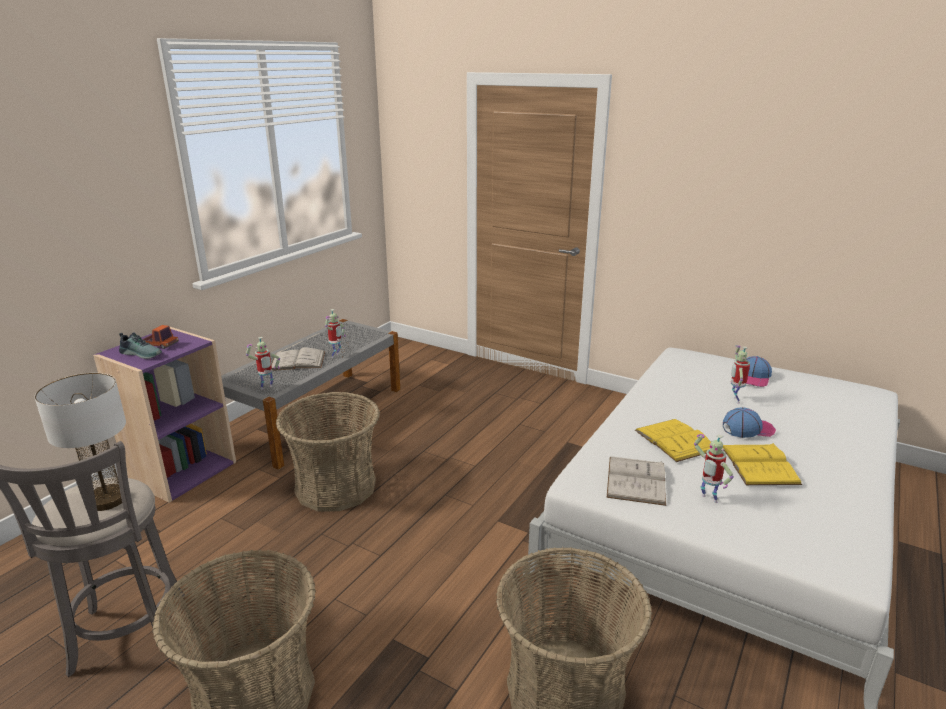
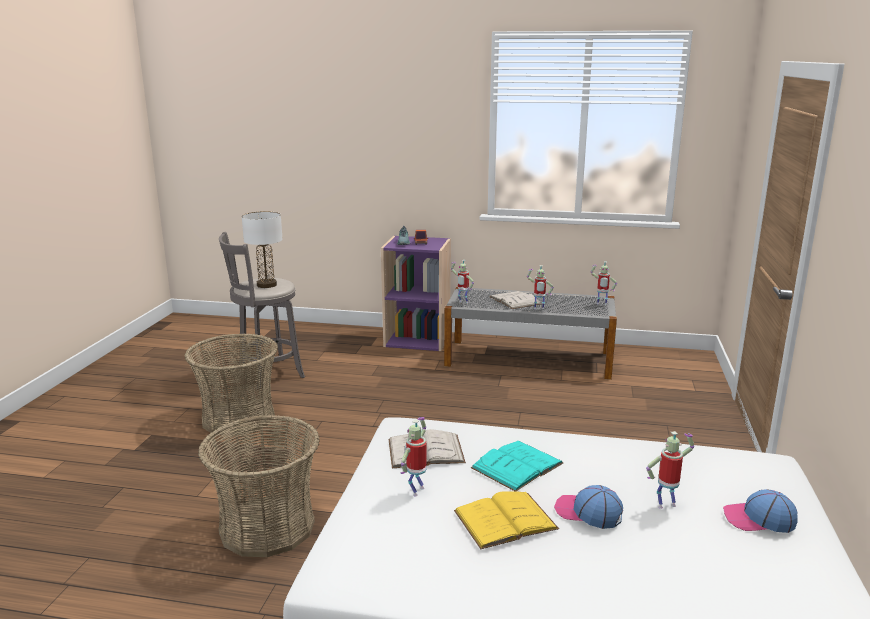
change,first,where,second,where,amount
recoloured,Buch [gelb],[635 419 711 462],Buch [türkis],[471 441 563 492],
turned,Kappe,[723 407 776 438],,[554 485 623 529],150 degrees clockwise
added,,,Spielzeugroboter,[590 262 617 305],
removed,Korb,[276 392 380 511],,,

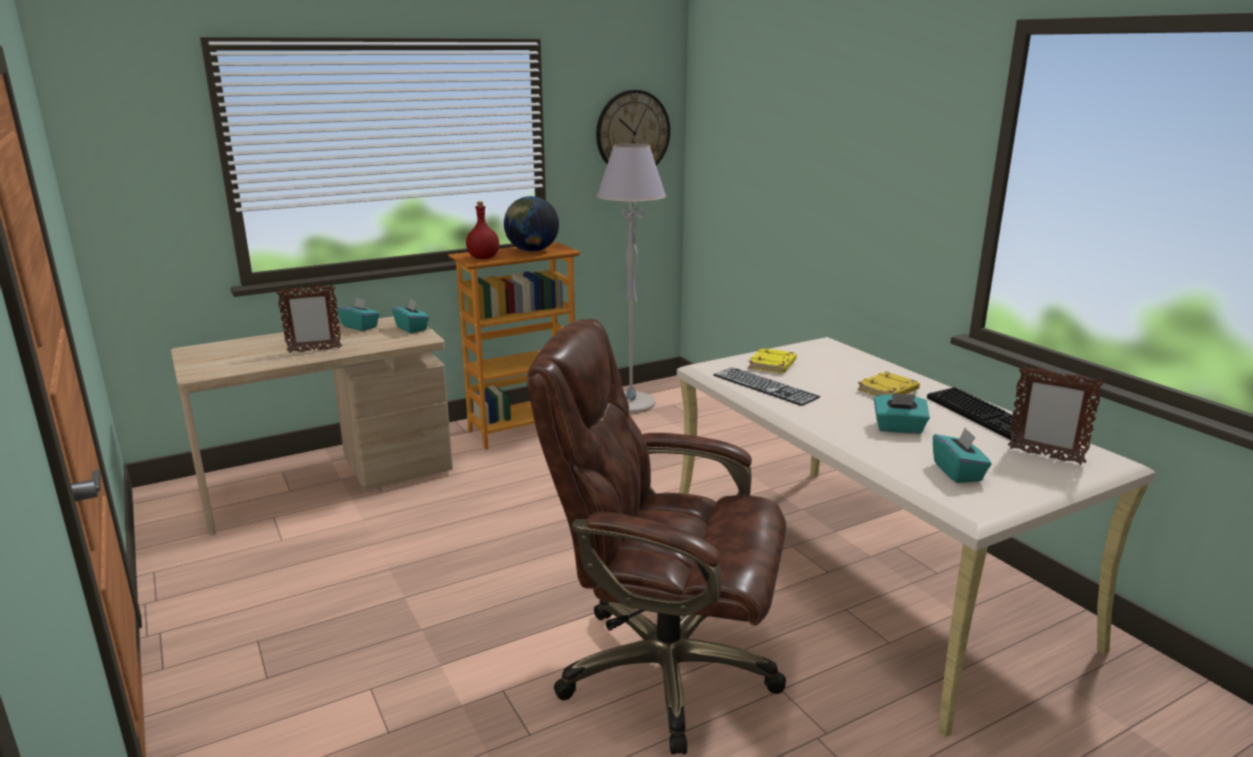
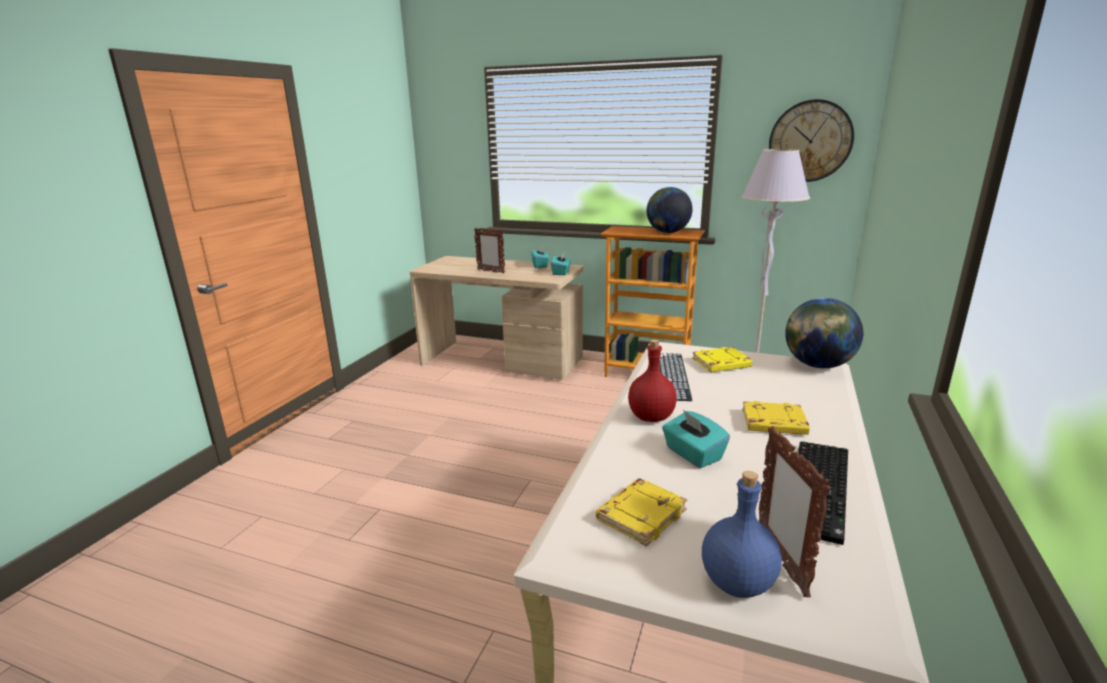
change,first,where,second,where,amount
replaced,Taschentuchbox [türkis],[933 427 991 483],Buch [gelb],[596 478 687 546],
moved,Flasche [rot],[466 201 499 259],,[628 339 677 422],
added,,,Flasche [blau],[702 471 782 598],
added,,,Globus,[785 298 863 368],
removed,Bürostuhl [braun],[527 319 786 755],,,

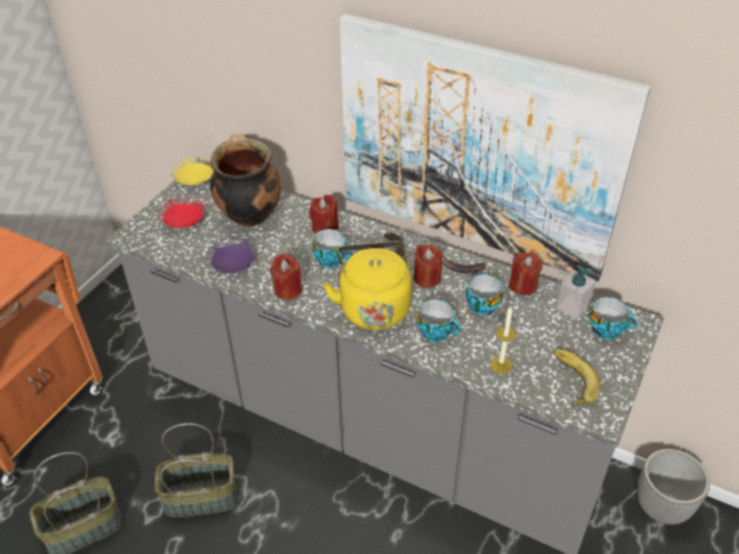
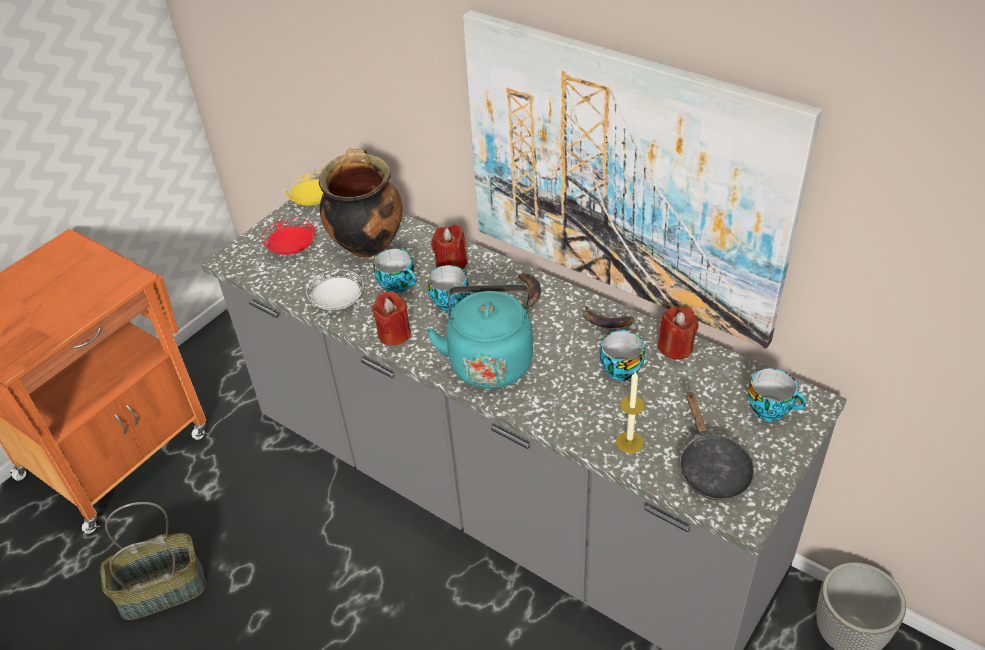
change,first,where,second,where,amount
recoloured,Teller [lila],[207 238 256 273],Teller [weiß],[306 269 364 310],
moved,Tasse,[417 299 461 342],,[373 249 417 293],
recoloured,Wasserkessel [gelb],[323 241 412 330],Wasserkessel [türkis],[426 284 533 389],
replaced,Banane,[554 349 601 406],Pfanne [schwarz],[680 391 754 500],
removed,Korb,[154 423 237 517],,,
removed,Kerze [rot],[413 245 442 288],,,
removed,Seifenspender,[556 265 596 320],,,

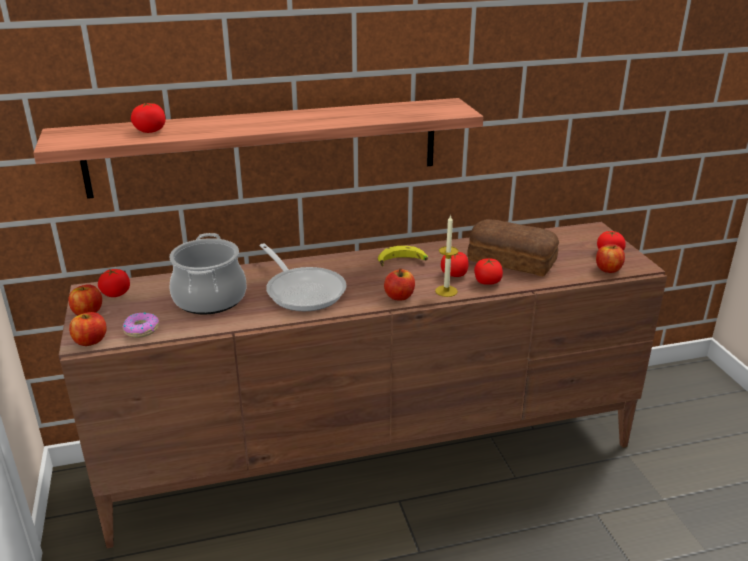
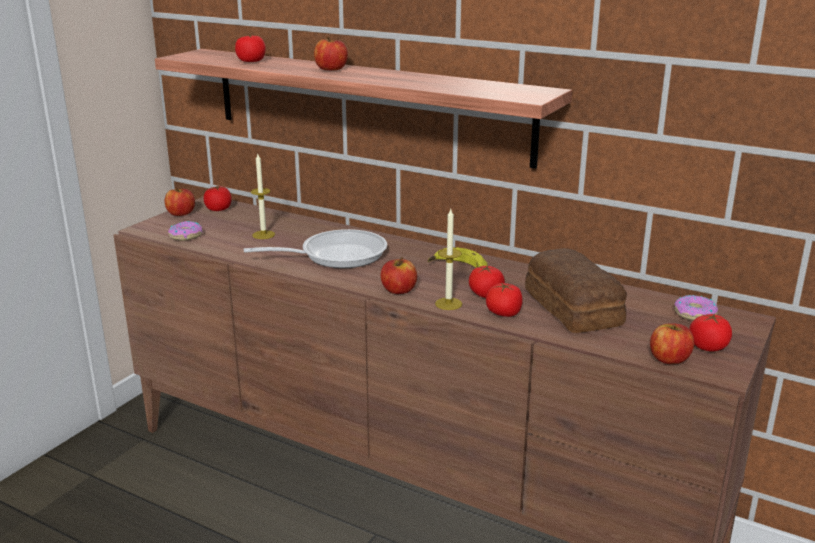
change,first,where,second,where,amount
turned,Pfanne,[259 243 347 311],,[243 229 387 268],120 degrees counterclockwise
replaced,Kochtopf,[169 233 247 314],Kerze,[251 154 275 239],
moved,Apfel,[69 312 107 346],,[314 37 348 70],
added,,,Donut,[674 295 718 321],

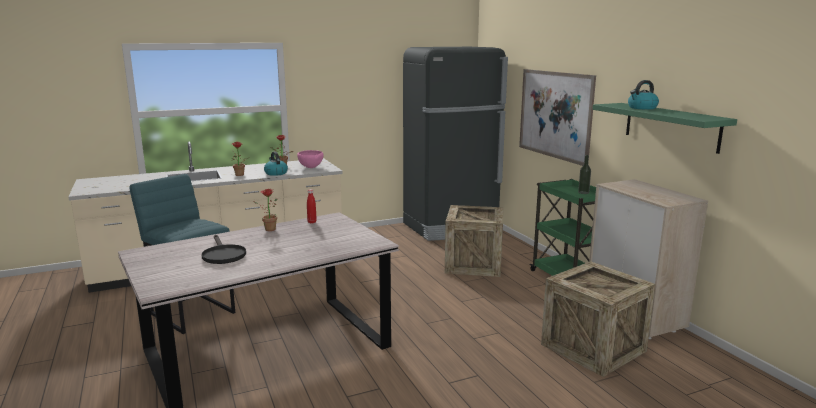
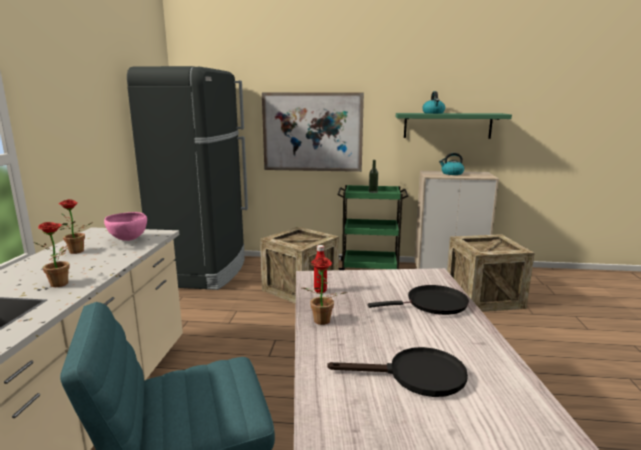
change,first,where,second,where,amount
added,,,Pfanne [schwarz],[368 285 469 315],
moved,Wasserkessel,[264 152 288 176],,[439 153 464 175],

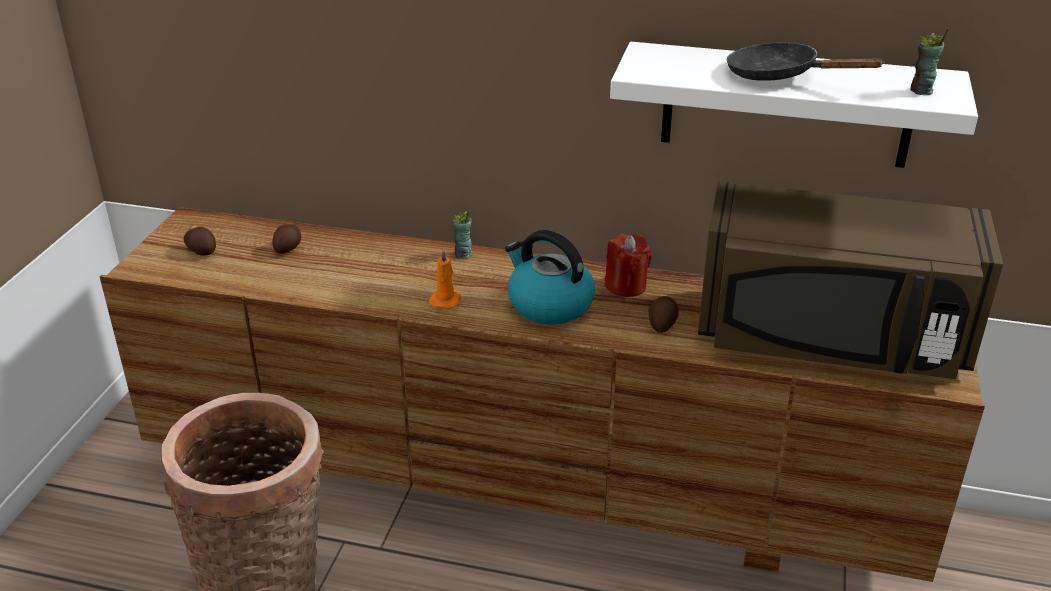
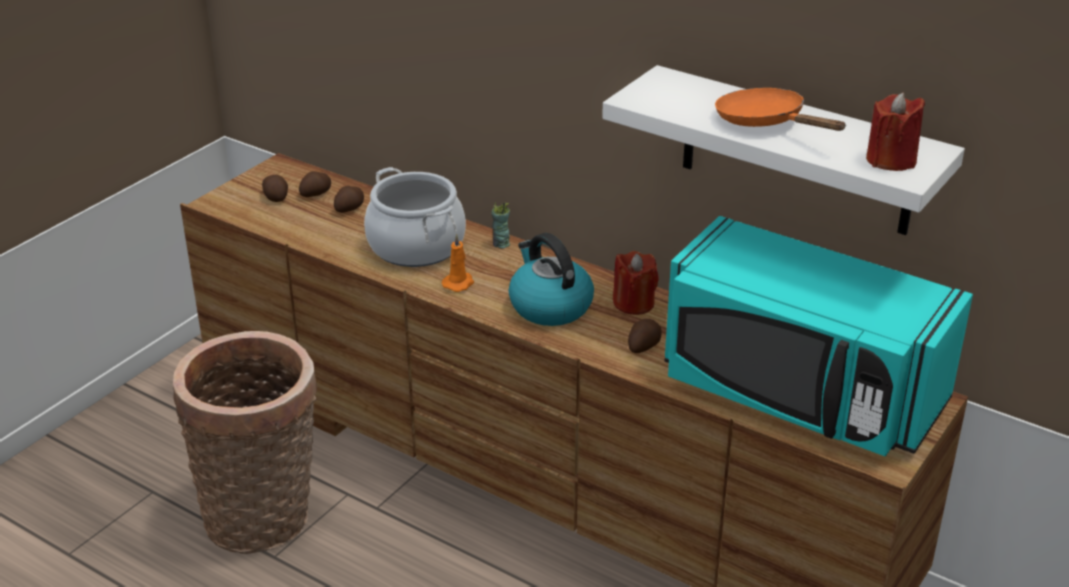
change,first,where,second,where,amount
added,,,Kartoffel,[299 171 331 197],
added,,,Kochtopf,[364 167 466 267],
recoloured,Mikrowelle [braun],[698 181 1003 379],Mikrowelle [türkis],[664 216 973 456],
recoloured,Pfanne [schwarz],[726 42 885 81],Pfanne [orange],[715 88 846 131],
replaced,Tasse,[910 28 949 95],Kerze [rot],[866 93 925 171],

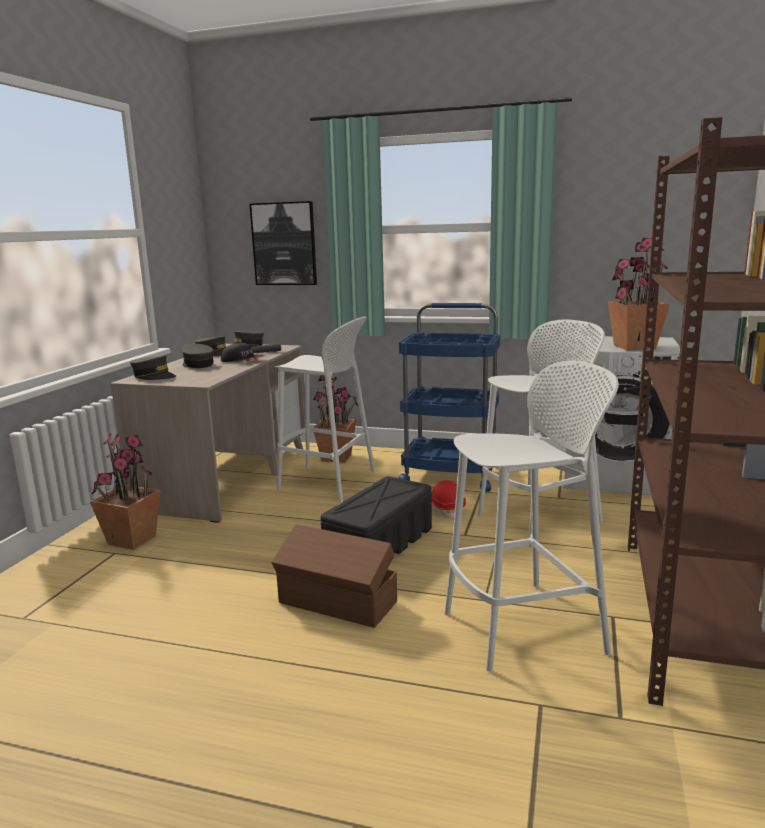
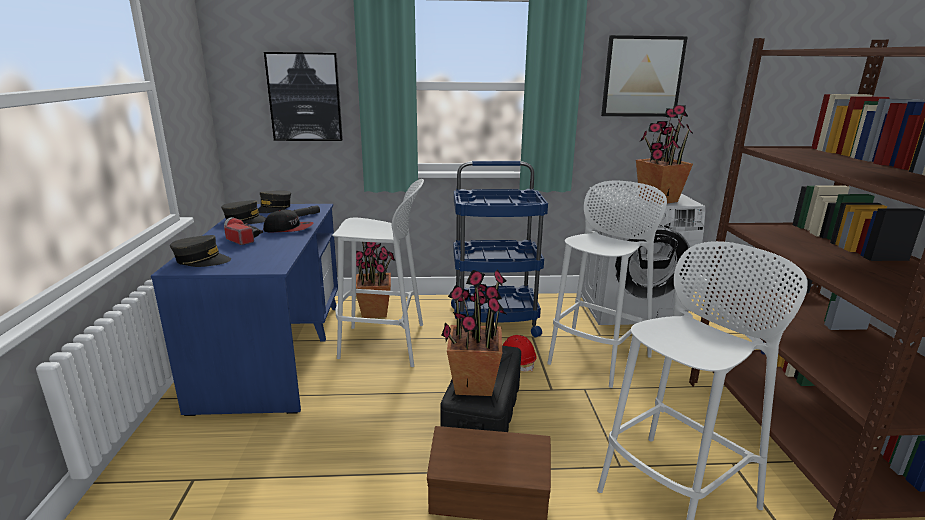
change,first,where,second,where,amount
recoloured,Schreibtisch [beige],[110 344 305 523],Schreibtisch [blau],[151 204 338 416],
replaced,Kappe [grau],[182 344 214 368],Taschenlampe,[224 217 263 245],
moved,Topfpflanze,[90 433 161 550],,[441 269 507 396],
added,,,Bild,[601 35 688 117],

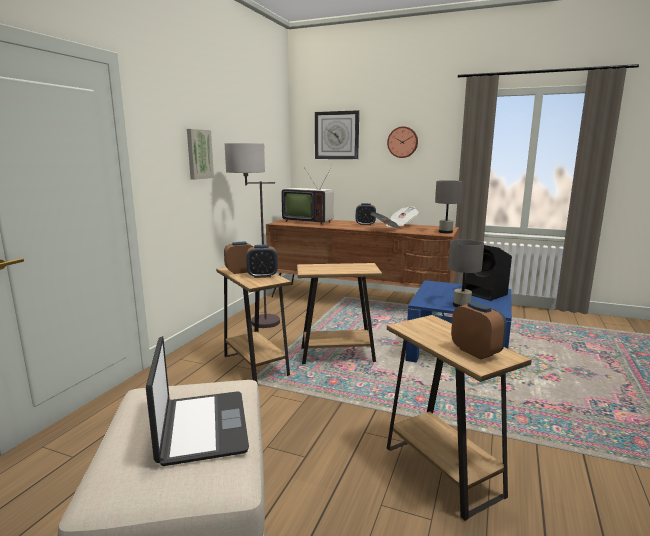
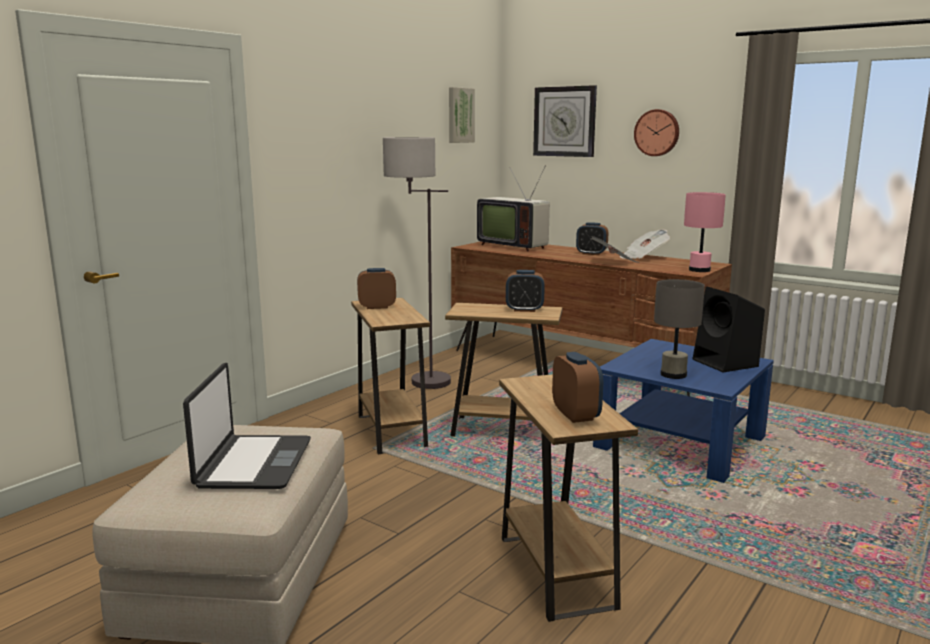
change,first,where,second,where,amount
moved,Bild,[187 129 214 180],,[449 87 475 143],
moved,Wecker,[246 245 278 278],,[506 270 545 312],
recoloured,Tischlampe [grau],[435 180 462 234],Tischlampe [rosa],[684 192 726 272],

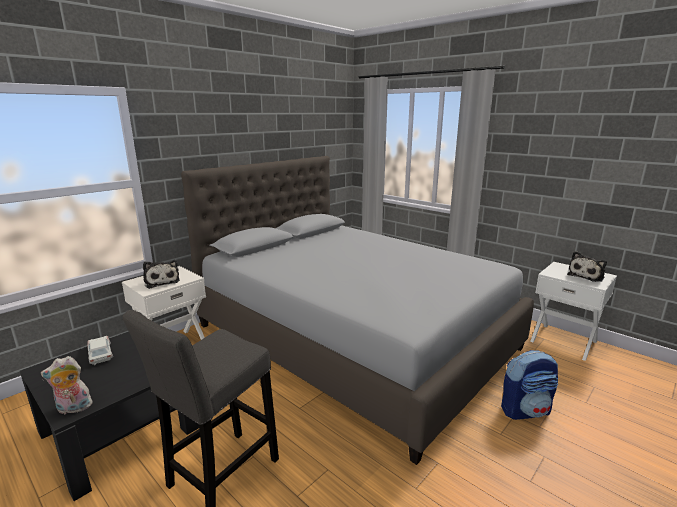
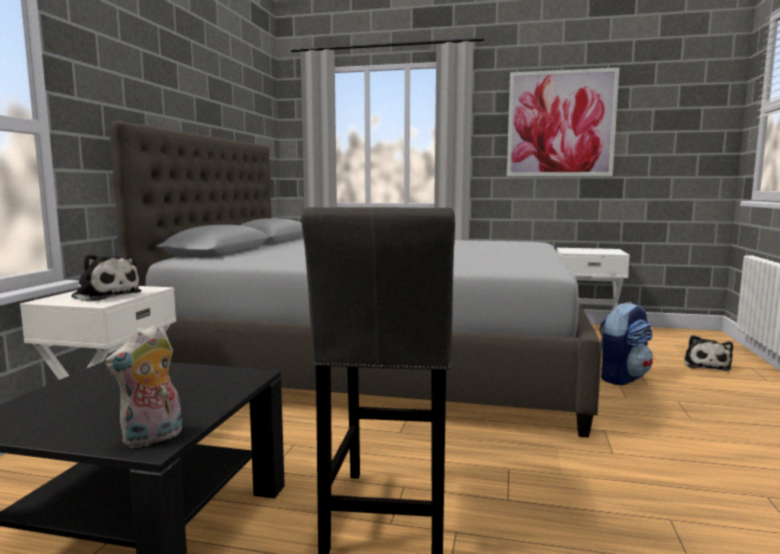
change,first,where,second,where,amount
added,,,Bild,[507 68 619 176],
moved,Plüschtier,[567 251 607 282],,[684 335 733 371],
removed,Spielzeugauto,[87 336 113 365],,,

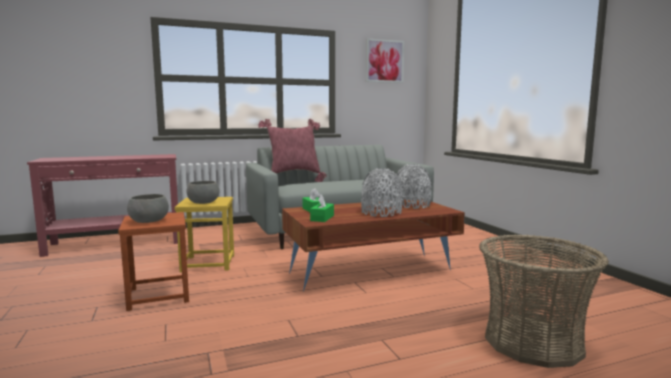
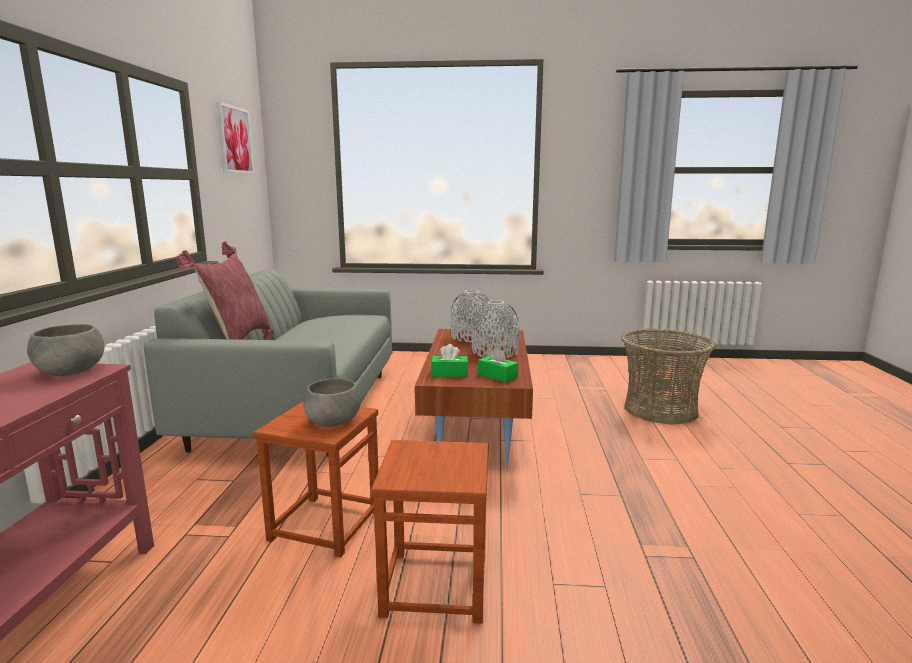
change,first,where,second,where,amount
moved,Schüssel [grau],[127 194 169 223],,[27 324 104 376],
recoloured,Hocker [gelb],[174 197 234 272],Hocker [braun],[254 402 378 558],

